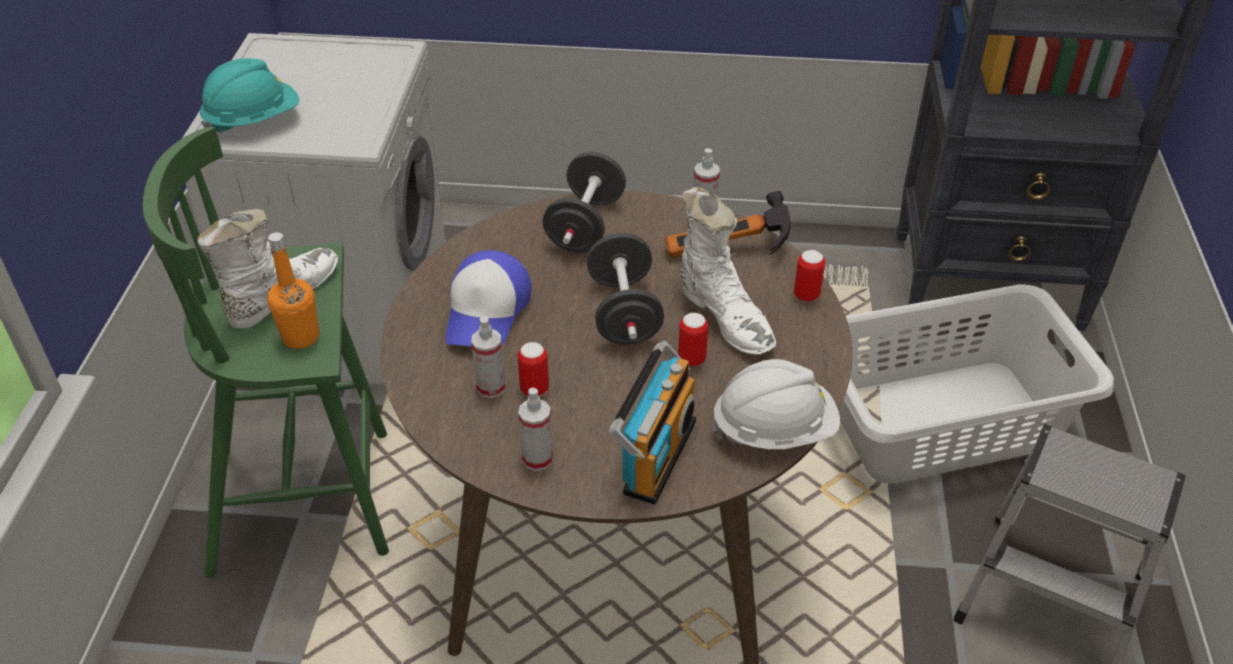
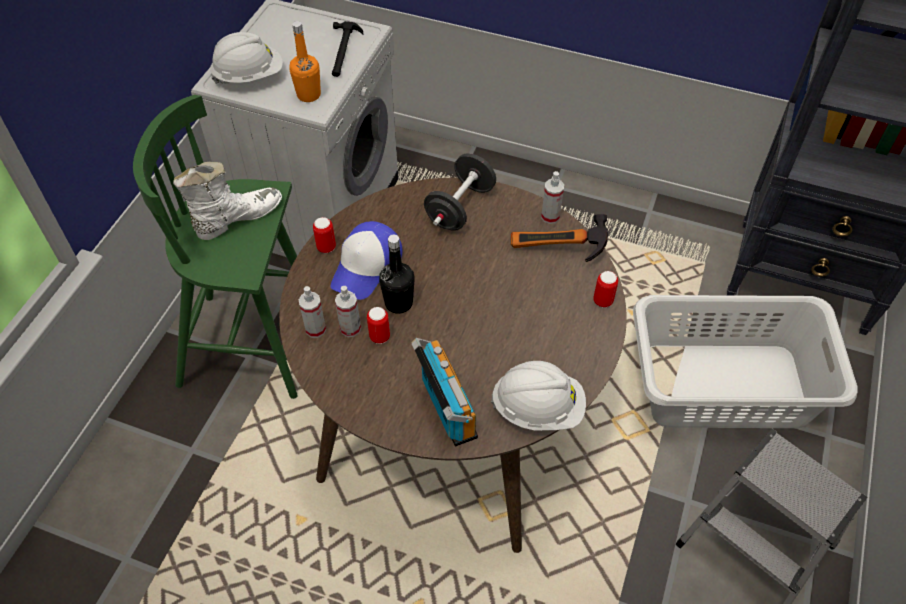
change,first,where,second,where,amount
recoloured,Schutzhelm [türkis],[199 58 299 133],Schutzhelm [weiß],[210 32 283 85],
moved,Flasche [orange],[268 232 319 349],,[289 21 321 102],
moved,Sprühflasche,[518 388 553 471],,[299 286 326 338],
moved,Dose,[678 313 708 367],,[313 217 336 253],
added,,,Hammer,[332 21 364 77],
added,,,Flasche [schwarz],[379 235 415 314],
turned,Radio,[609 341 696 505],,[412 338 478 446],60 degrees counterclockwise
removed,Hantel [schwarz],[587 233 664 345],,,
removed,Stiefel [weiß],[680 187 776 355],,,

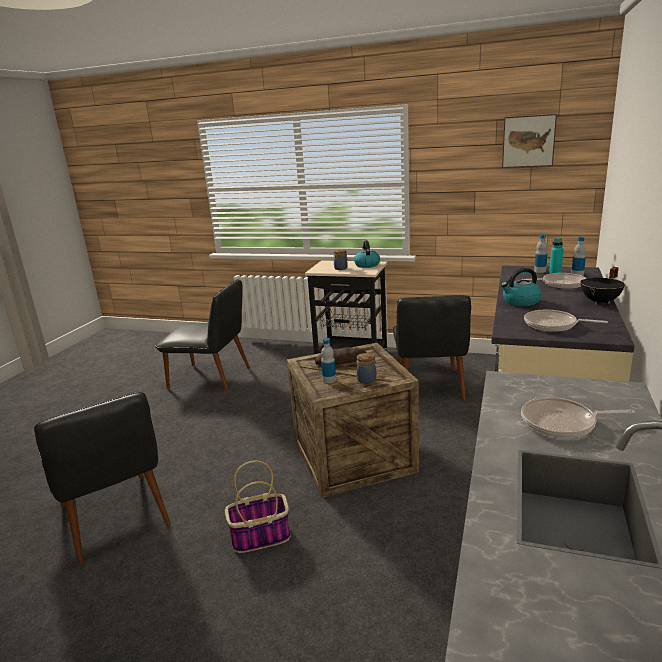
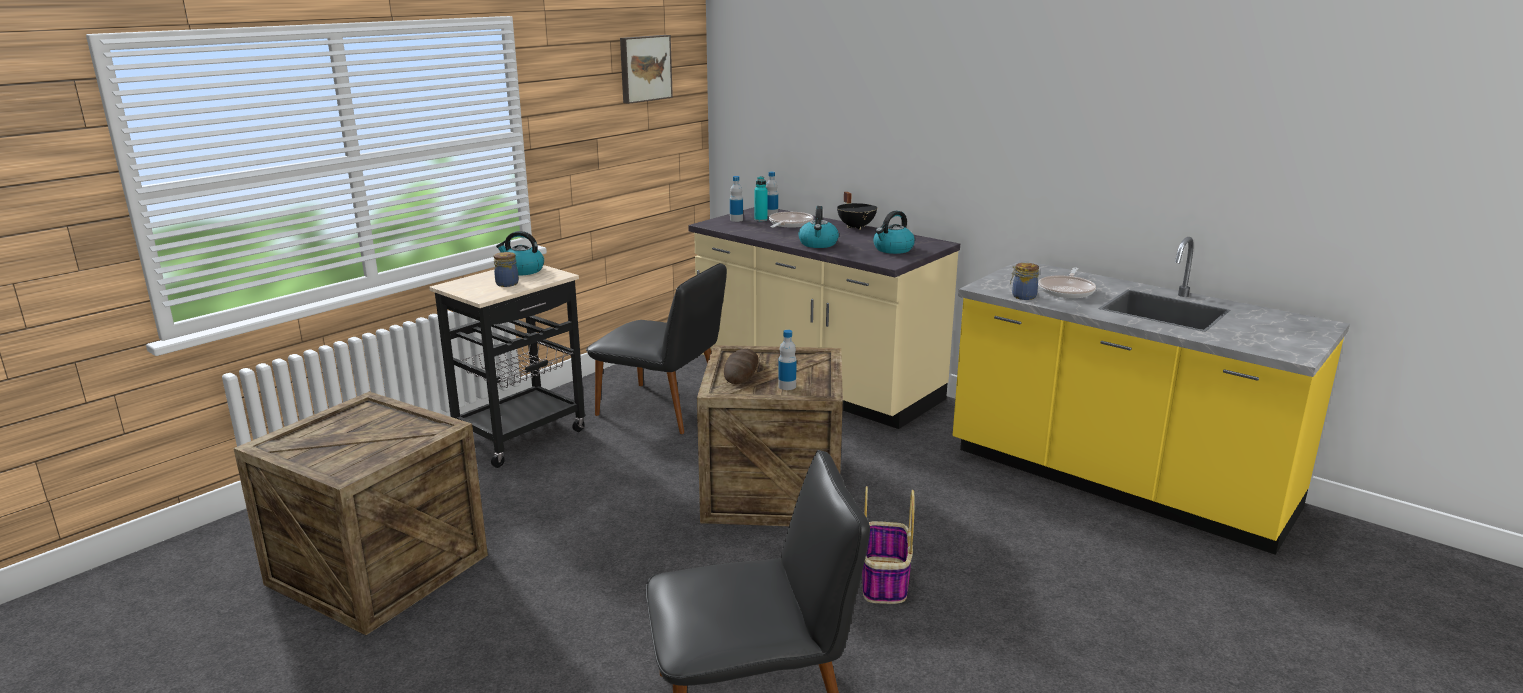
change,first,where,second,where,amount
replaced,Stuhl [schwarz],[155 279 250 393],Kiste,[233 392 488 635],
replaced,Pfanne,[524 310 608 332],Wasserkessel,[873 211 915 254],
moved,Vorratsglas,[357 353 377 384],,[1010 263 1039 300],

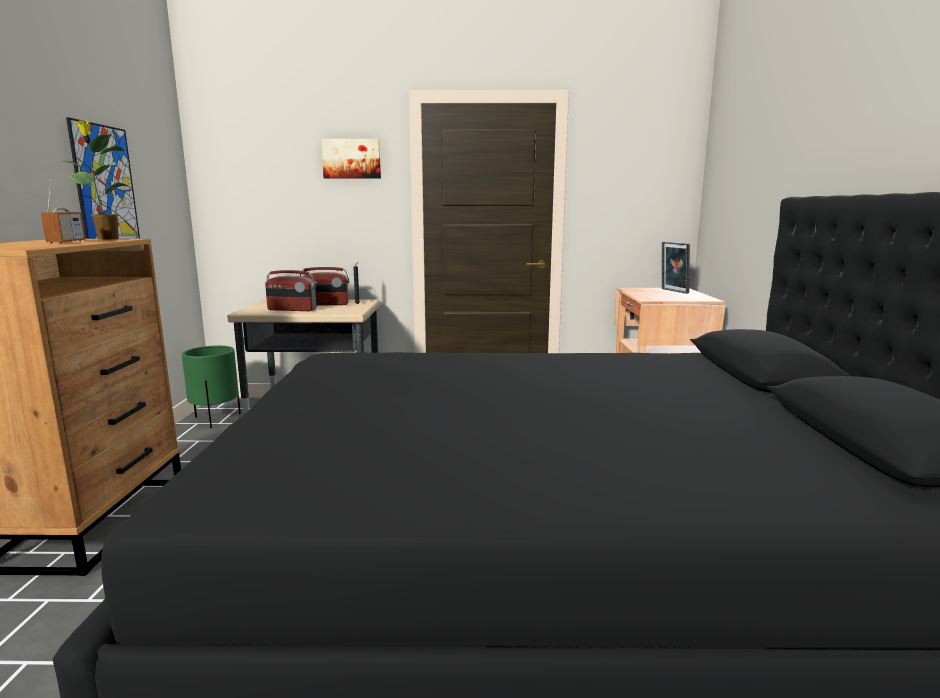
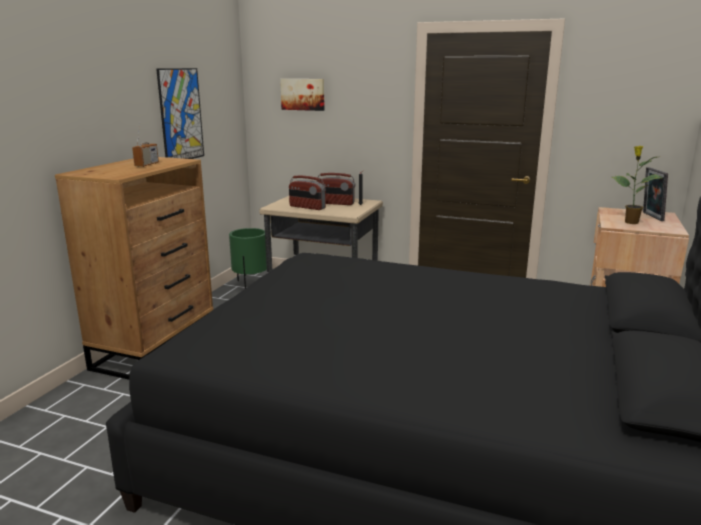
change,first,where,second,where,amount
moved,Bild,[321 139 381 178],,[280 79 325 111],
moved,Topfpflanze,[60 120 126 240],,[612 146 662 224],

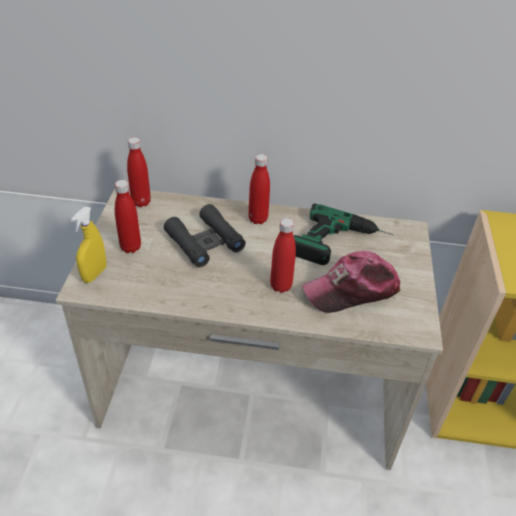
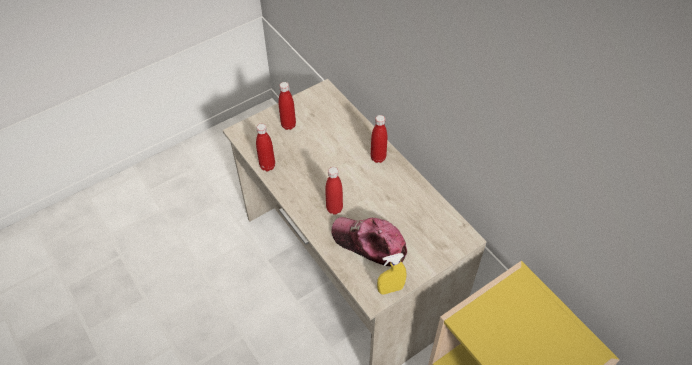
change,first,where,second,where,amount
moved,Flasche [rot],[127 137 151 207],,[256 123 275 171],
moved,Sprühflasche [gelb],[71 207 106 283],,[377 253 406 295],
removed,Fernglas [schwarz],[164 204 246 267],,,
removed,Bohrmaschine,[294 203 393 265],,,

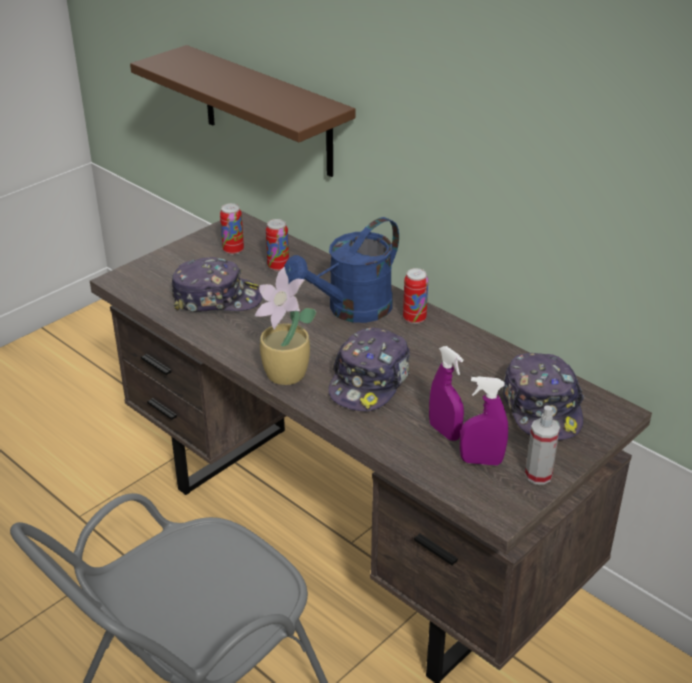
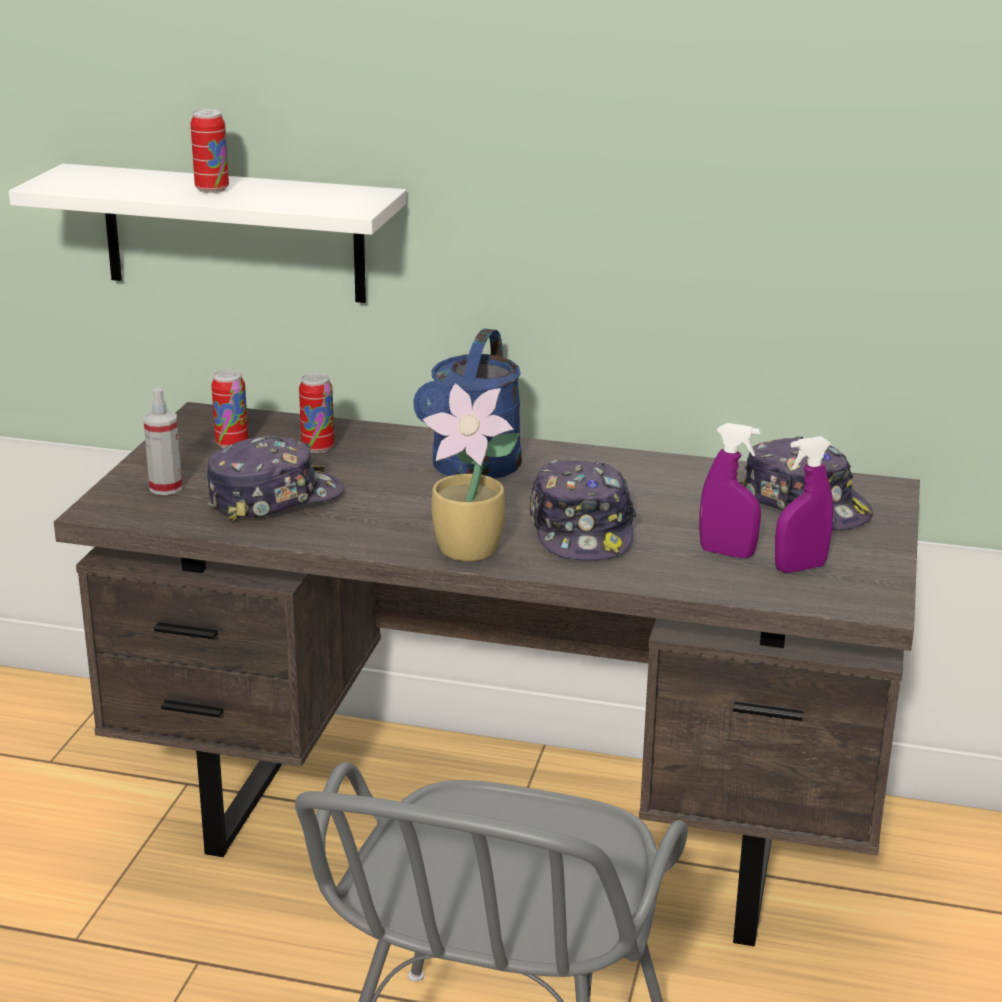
change,first,where,second,where,amount
recoloured,Wandregal [braun],[130 45 356 177],Wandregal [weiß],[9 164 407 303],
moved,Sprühflasche,[525 405 560 485],,[143 388 182 495],
moved,Dose,[403 268 428 324],,[190 109 229 193],

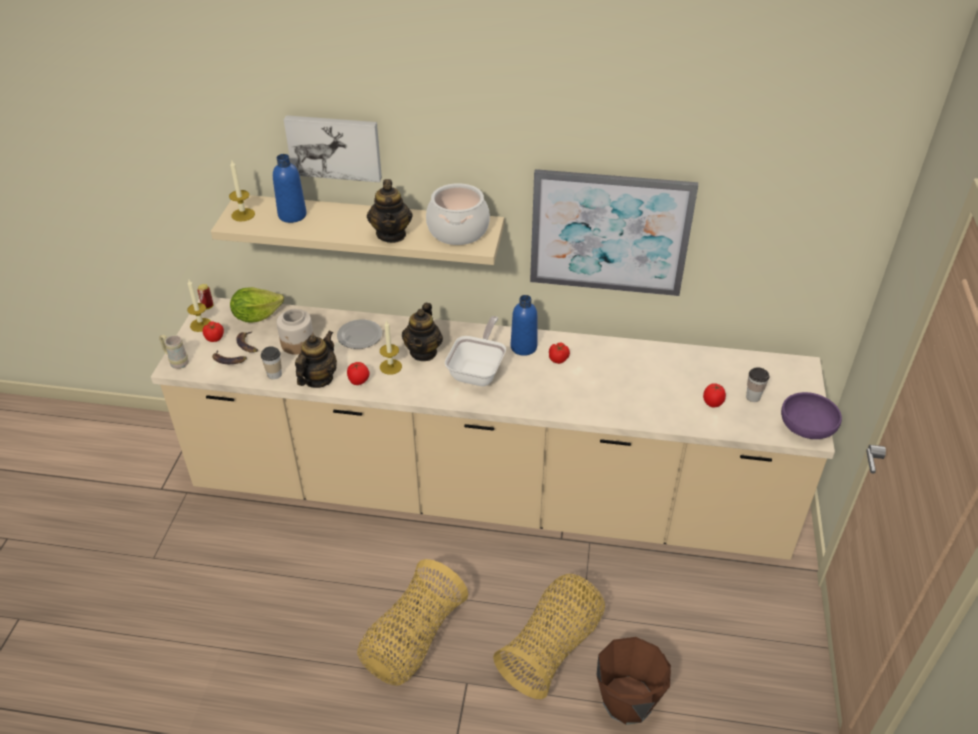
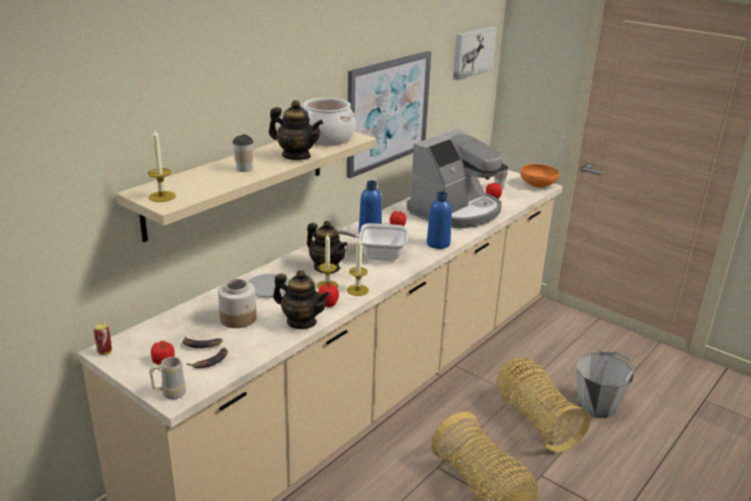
change,first,where,second,where,amount
moved,Tasse,[261 346 282 379],,[233 135 254 172],
turned,Teekanne,[295 331 337 388],,[273 270 330 329],150 degrees clockwise
turned,Pfanne,[445 316 506 386],,[336 223 408 261],45 degrees counterclockwise
moved,Kerze,[187 280 211 332],,[347 238 369 296],
added,,,Kaffeemaschine,[407 129 504 228],
moved,Flasche [blau],[273 154 307 223],,[427 191 452 249],
moved,Bild,[284 115 382 182],,[453 26 497 81],
recoloured,Schüssel [lila],[781 392 842 439],Schüssel [orange],[520 164 560 188],
recoloured,Eimer [braun],[596 637 671 725],Eimer [grau],[576 352 634 418],
removed,Salatkopf,[230 287 284 323],,,

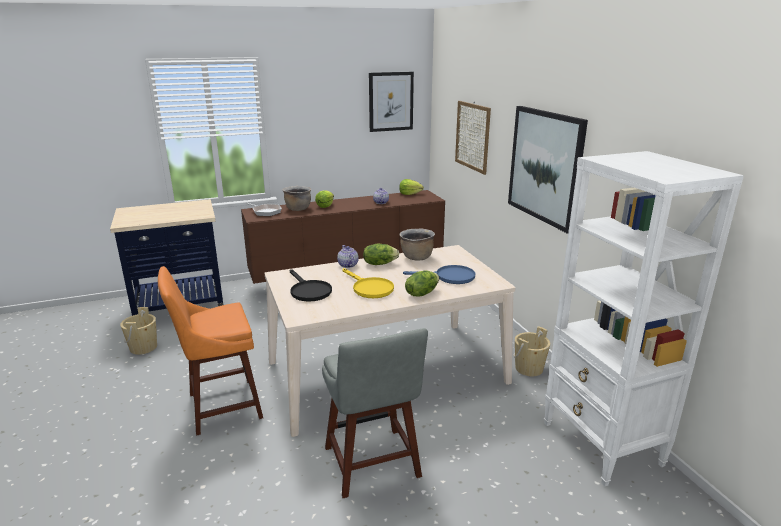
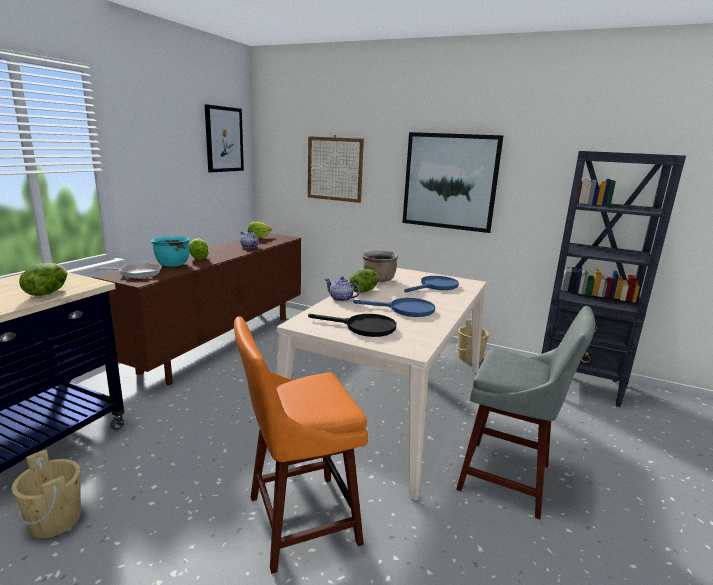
change,first,where,second,where,amount
moved,Salatkopf,[405 270 439 297],,[19 263 67 296],
recoloured,Kochtopf [braun],[282 186 311 211],Kochtopf [türkis],[151 236 190 267],
turned,Stuhl [orange],[158 266 263 436],,[234 316 368 574],45 degrees clockwise
recoloured,Pfanne [gelb],[343 268 394 298],Pfanne [blau],[353 298 435 317],
recoloured,Bücherregal [weiß],[544 151 744 486],Bücherregal [schwarz],[541 151 686 407],

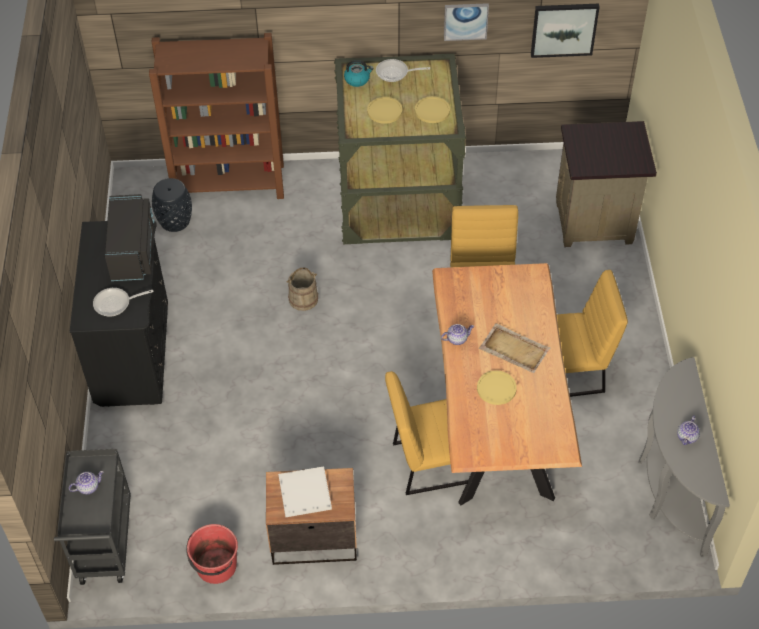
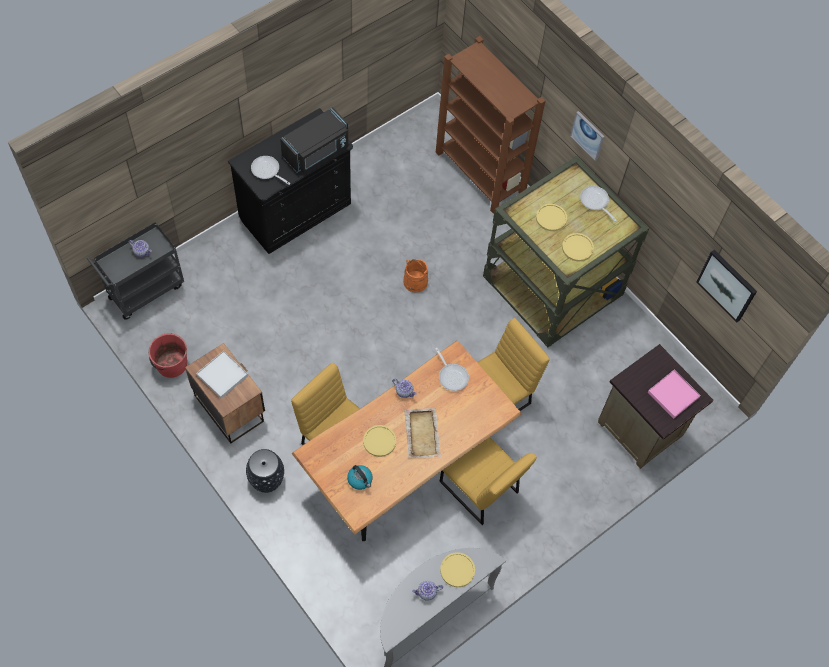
change,first,where,second,where,amount
moved,Hocker [schwarz],[152 178 192 232],,[246 449 284 493],
moved,Wasserkessel,[344 60 374 87],,[347 465 373 490],
recoloured,Eimer [beige],[286 268 318 311],Eimer [orange],[403 259 428 293],
added,,,Pfanne,[435 348 469 391],
added,,,Teller [gelb],[440 552 475 587],
moved,Bild,[444 3 489 41],,[570 111 605 161],
added,,,Tablett [rosa],[647 369 701 419],

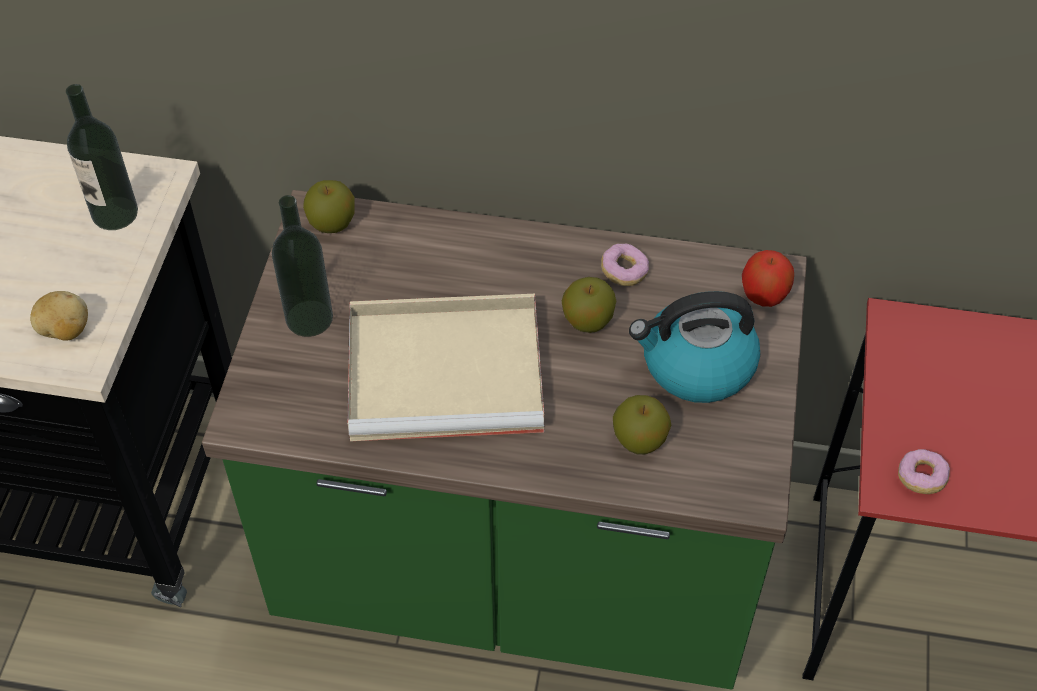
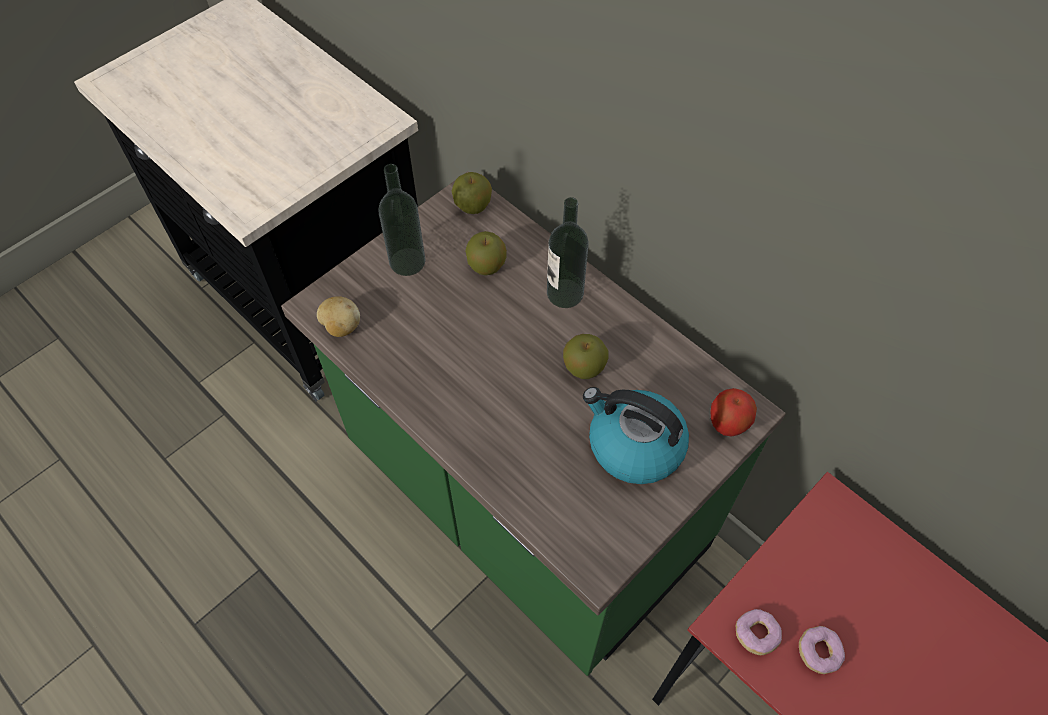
change,first,where,second,where,amount
moved,Kartoffel,[30 291 88 341],,[317 296 360 337],
moved,Apfel,[613 395 672 454],,[465 231 507 276],
moved,Flasche,[66 84 138 230],,[547 197 589 308],
moved,Donut,[601 244 649 286],,[799 626 845 674],
removed,Tablett [beige],[347 294 544 441],,,

